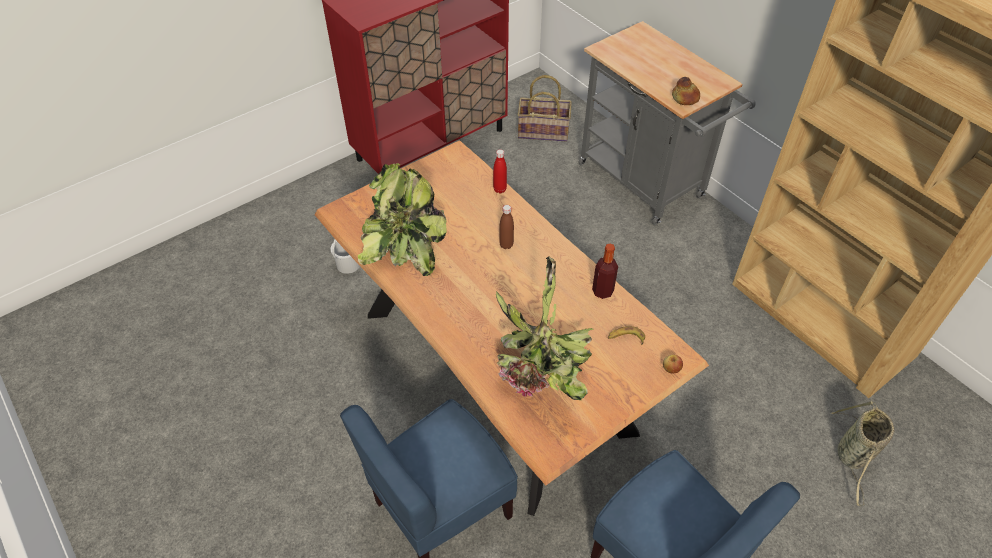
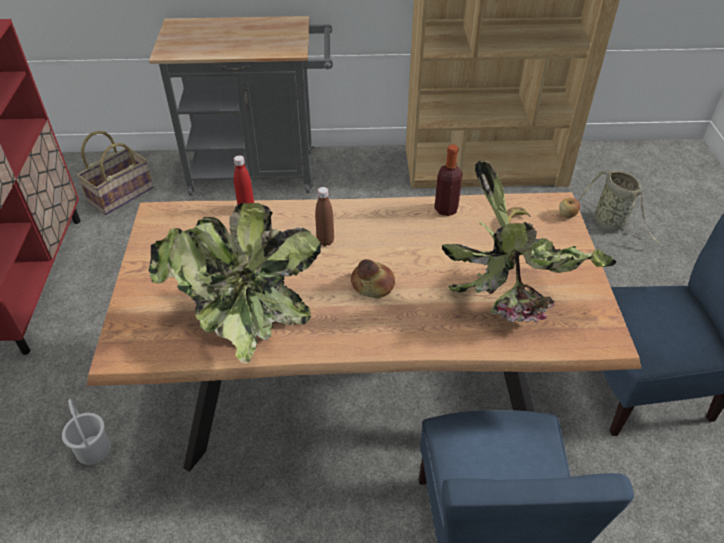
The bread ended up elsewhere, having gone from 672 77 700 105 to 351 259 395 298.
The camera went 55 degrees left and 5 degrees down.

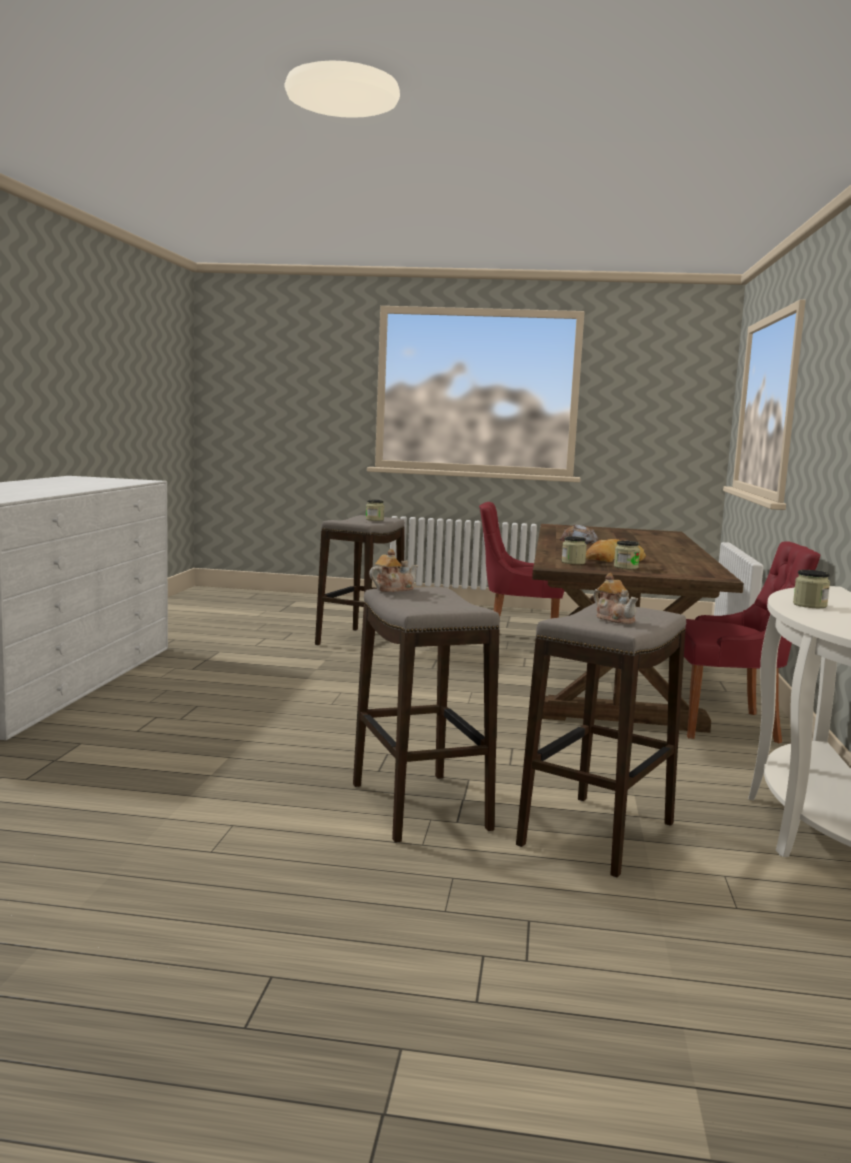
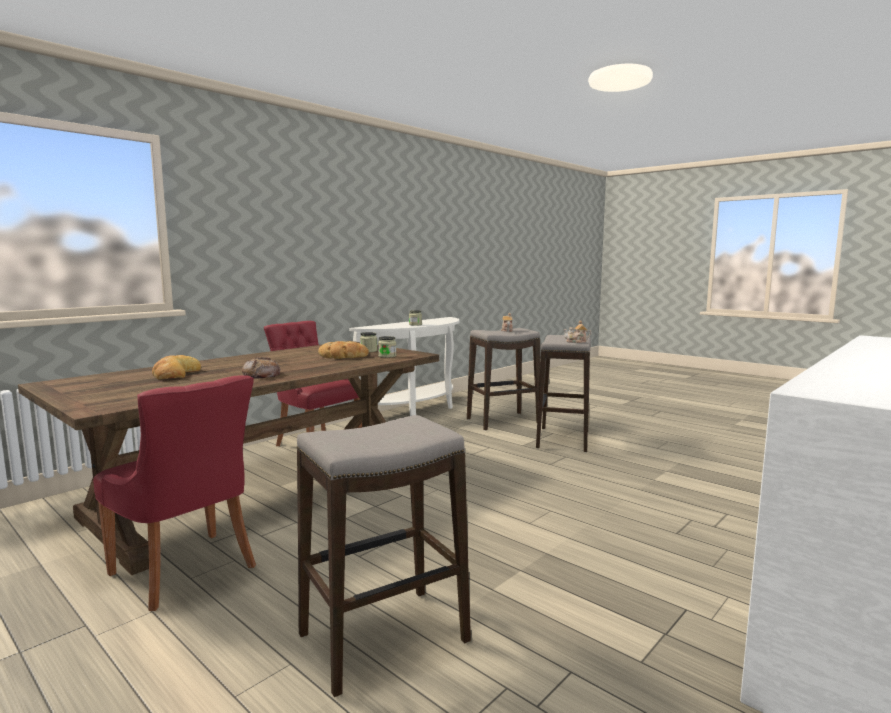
The second view lost the jar at 366 500 385 521.
The second view gained the bread at 152 355 201 380.
The camera went 145 degrees left and 0 degrees up.

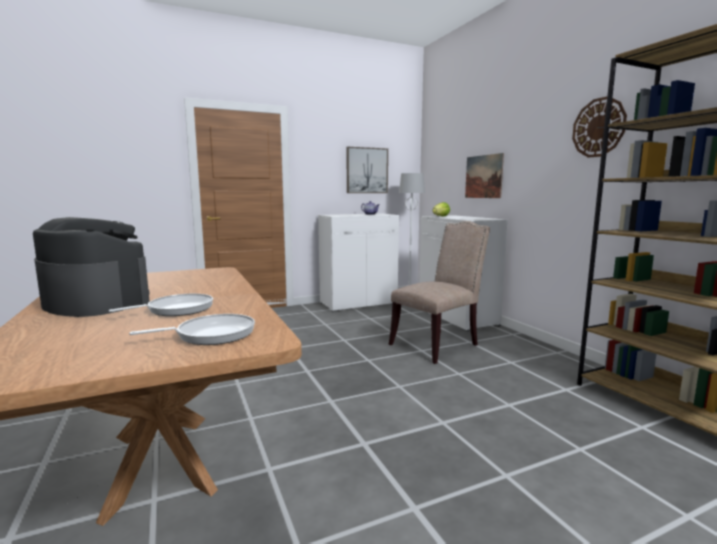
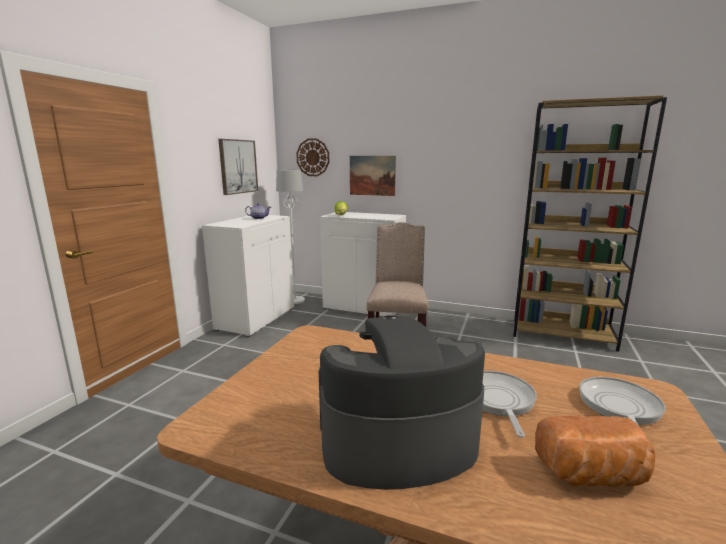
The second view gained the bread at 535 416 655 487.
The hanging clock ended up elsewhere, having gone from 572 97 627 158 to 296 138 329 176.
The camera went 45 degrees left and 5 degrees up.

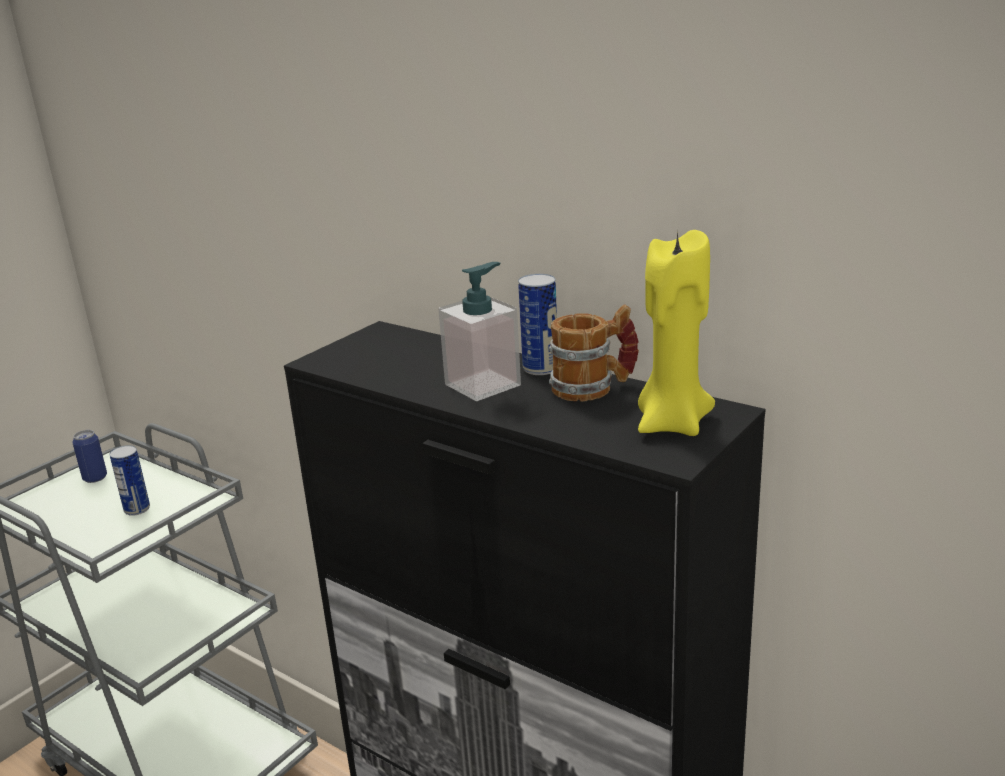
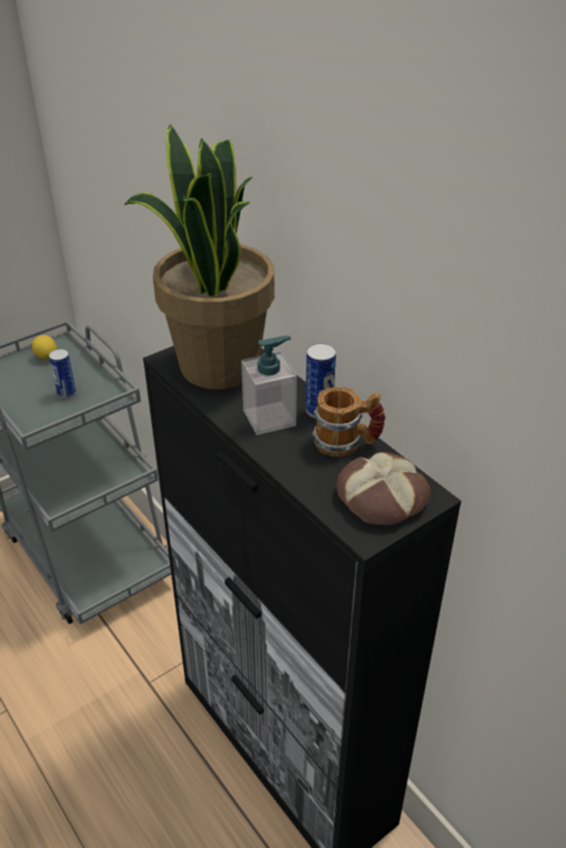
The second view gained the potted plant at 124 124 274 389.
Where the metal can stood at 72 430 107 483, the citrus fruit came to stand at 32 335 57 360.
Where the yellowish wax candle stood at 638 230 715 436, the bread came to stand at 337 452 431 525.
The camera went 15 degrees right and 15 degrees up.

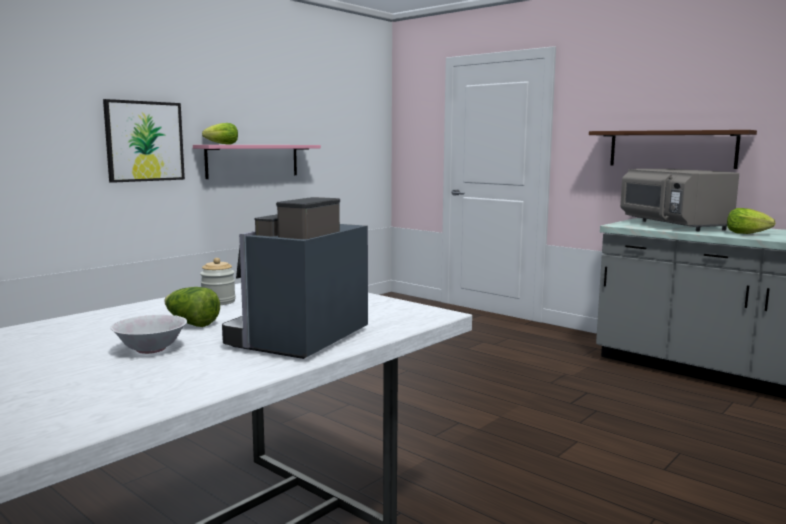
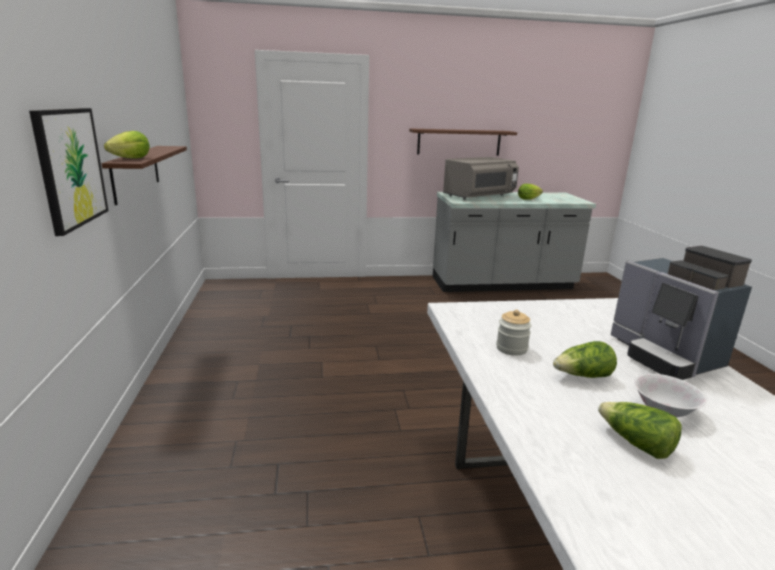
The second view gained the lettuce head at 598 402 682 459.
What was the pinkish shelf at 193 145 321 179 turned into the brown shelf at 102 146 187 205.
The greyish kitchen microwave at 620 169 739 231 ended up facing another way, 60 degrees counterclockwise from before.
The camera went 50 degrees left and 10 degrees up.

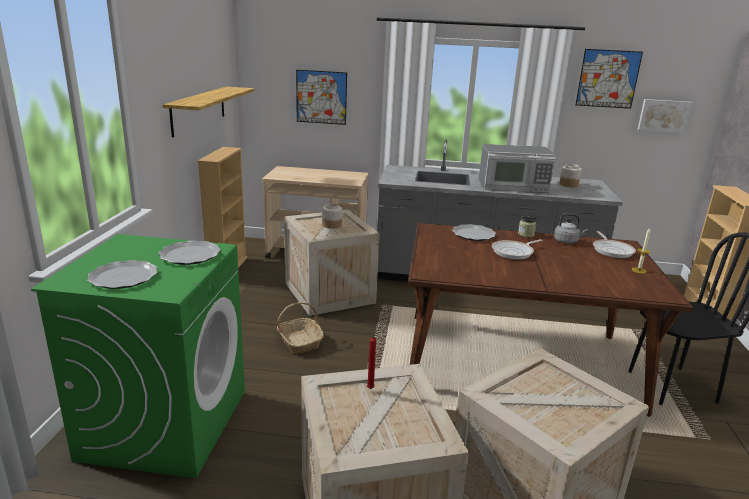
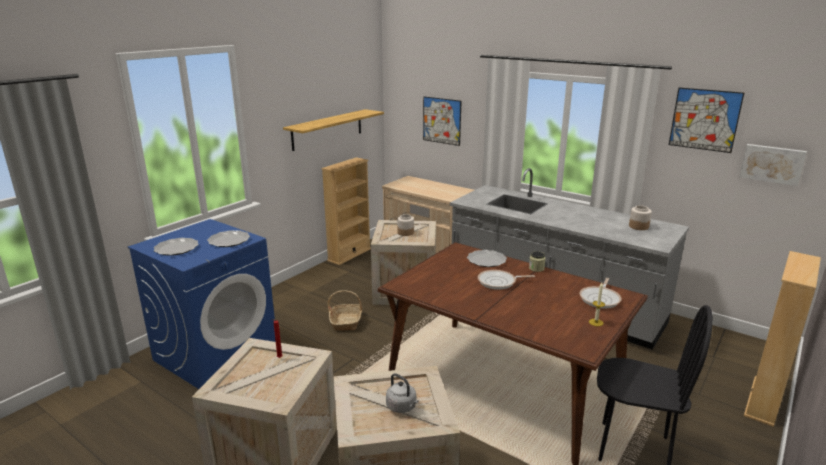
The second view lost the kitchen microwave at 479 144 556 193.
The greyish kettle ended up elsewhere, having gone from 554 214 588 244 to 386 373 419 413.
What was the green washing machine at 31 234 245 478 turned into the blue-coloured washing machine at 128 219 276 389.
The camera went 30 degrees right and 0 degrees up.

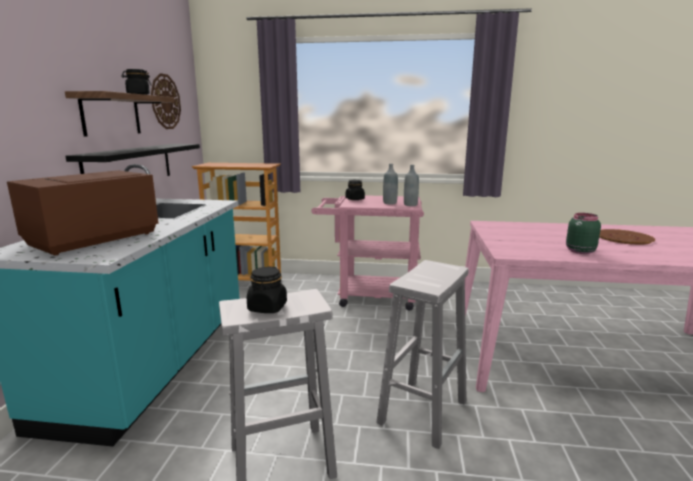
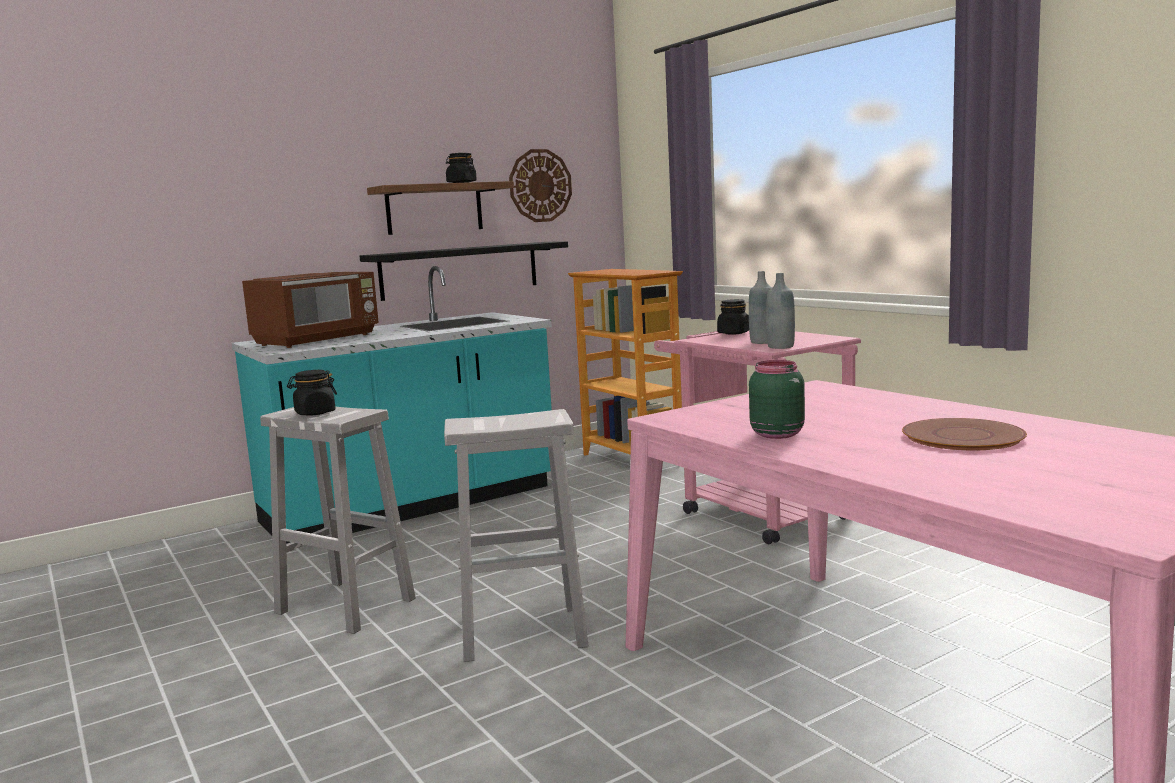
The brown kitchen microwave at 7 170 159 256 ended up facing another way, 135 degrees clockwise from before.
The camera went 50 degrees right and 5 degrees down.

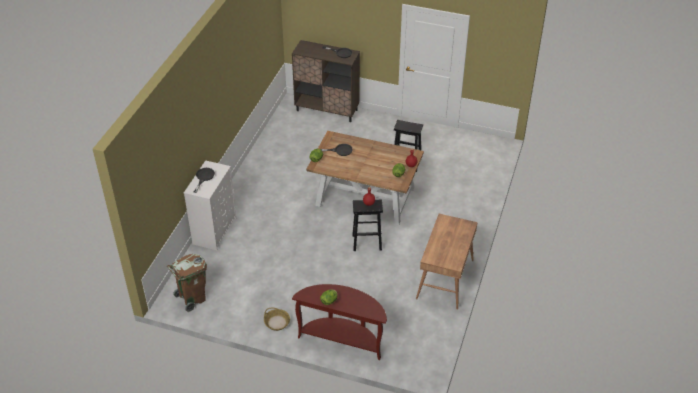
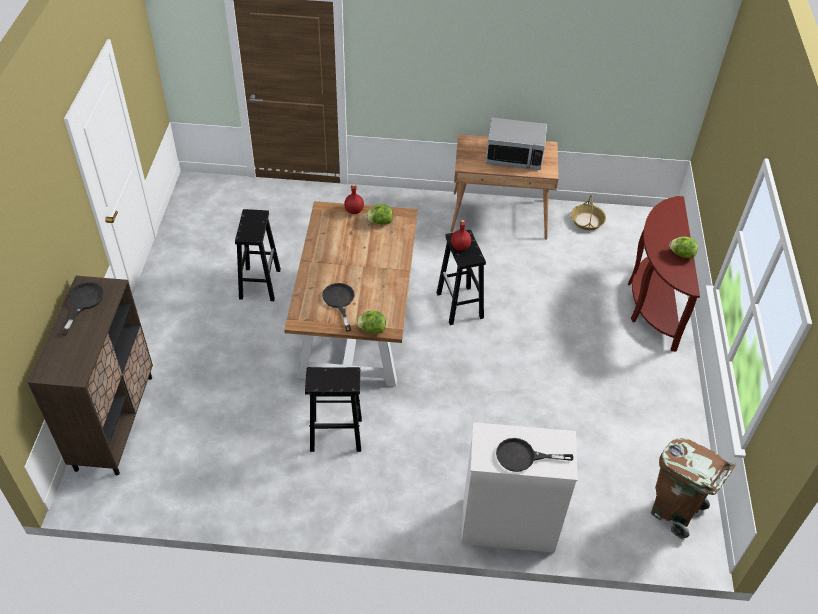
The second view gained the black stool seat at 305 367 362 452.
The second view gained the kitchen microwave at 486 118 547 170.
The basket ended up elsewhere, having gone from 264 307 290 331 to 571 195 606 230.
The camera went 105 degrees left and 5 degrees up.

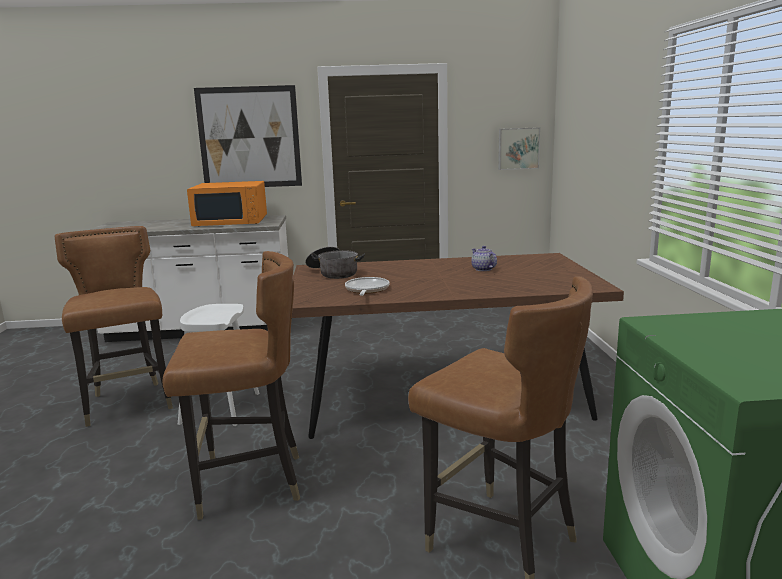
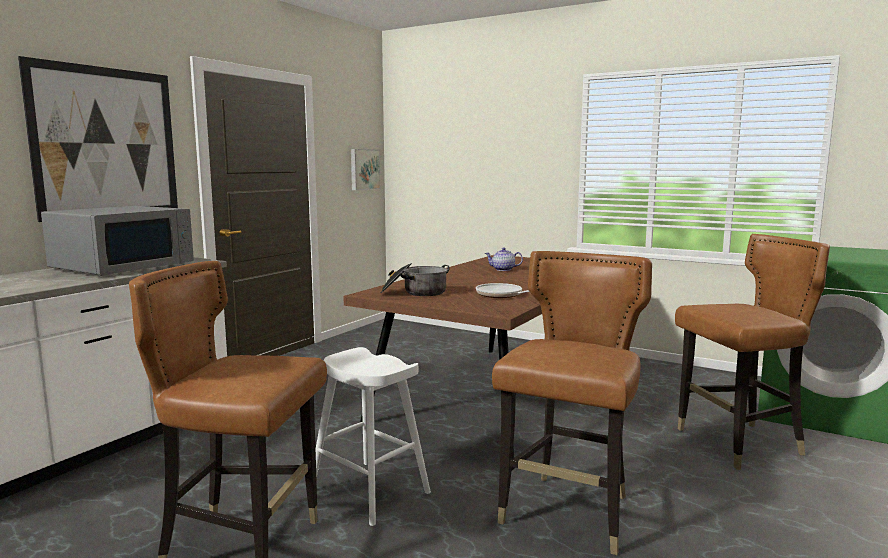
What was the orange-coloured kitchen microwave at 187 181 267 226 turned into the greyish kitchen microwave at 41 206 194 276.
The camera went 55 degrees left and 5 degrees down.

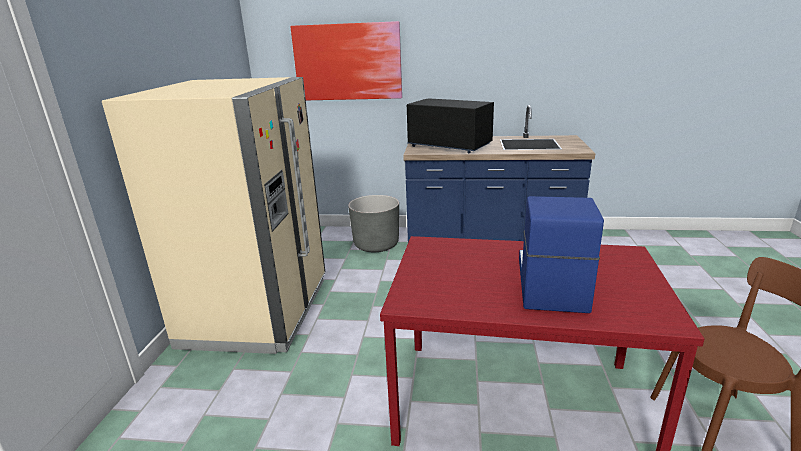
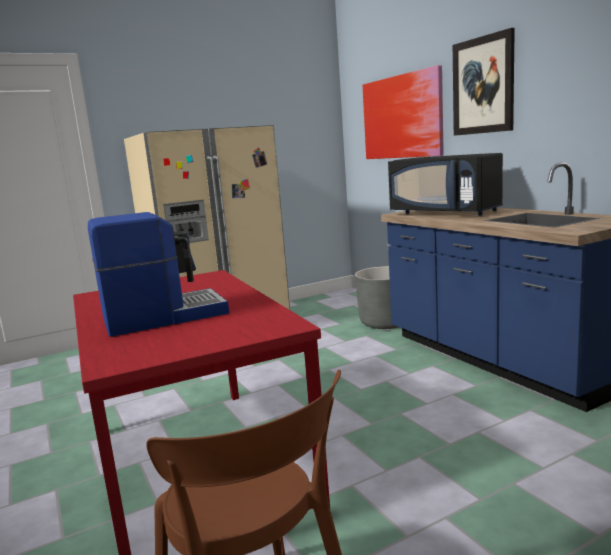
The second view gained the picture at 453 28 515 136.
The black kitchen microwave at 407 98 494 153 ended up facing another way, 135 degrees clockwise from before.
The camera went 55 degrees right and 10 degrees down.

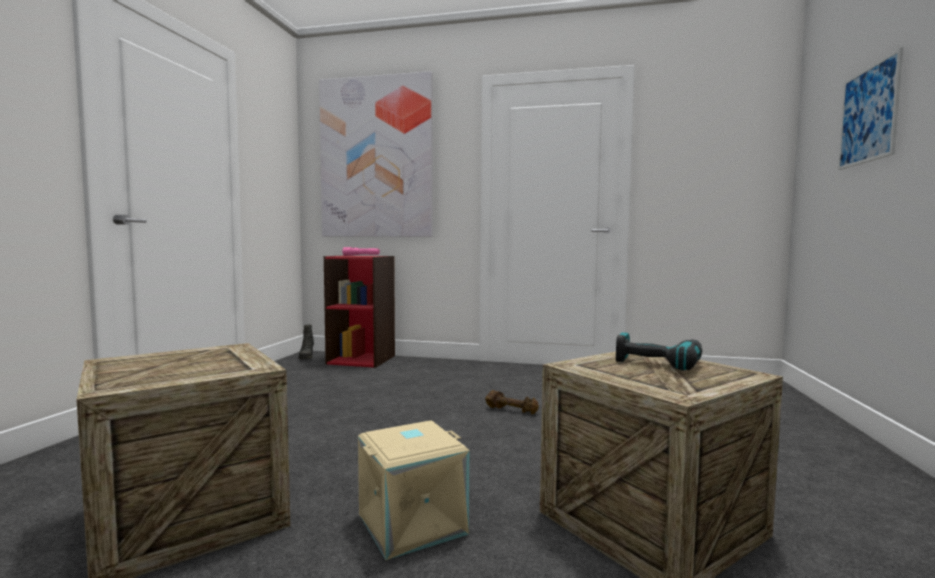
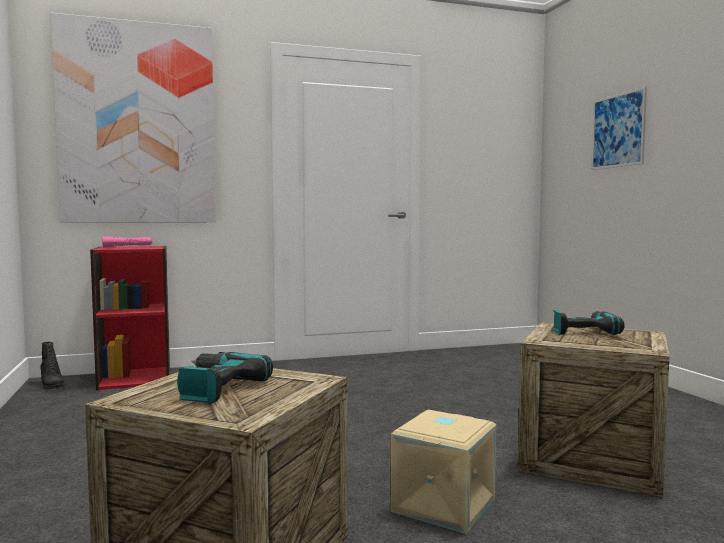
The second view lost the brown hand weight at 485 390 539 414.
The second view gained the drill at 177 352 273 404.
The camera went 30 degrees left and 0 degrees up.

